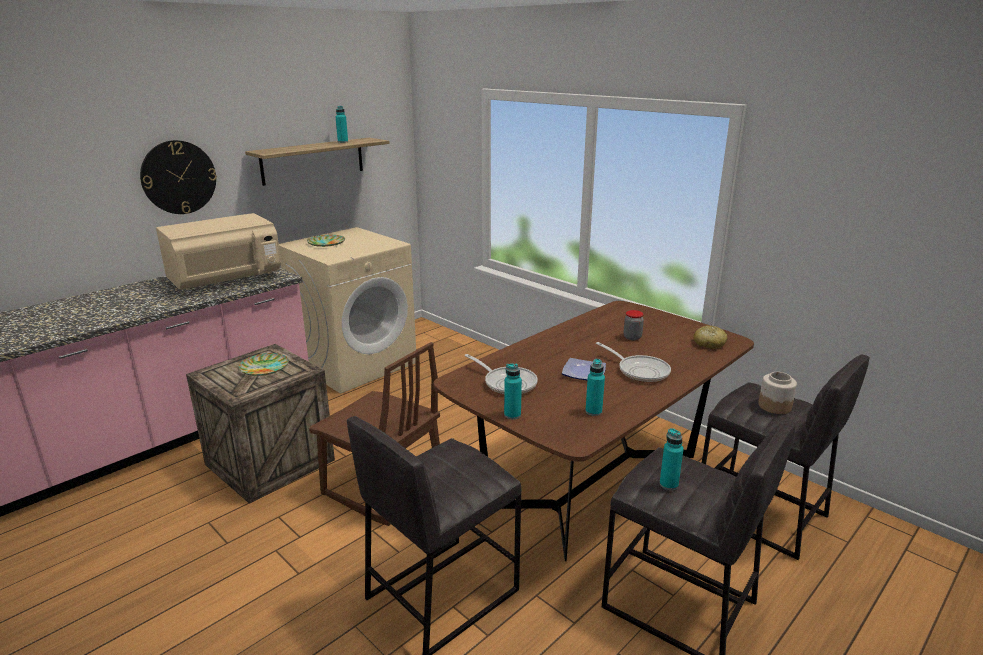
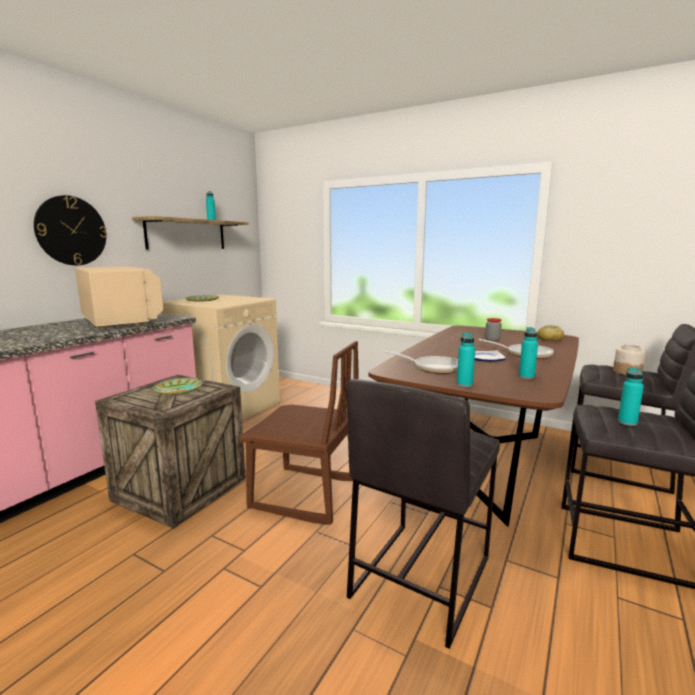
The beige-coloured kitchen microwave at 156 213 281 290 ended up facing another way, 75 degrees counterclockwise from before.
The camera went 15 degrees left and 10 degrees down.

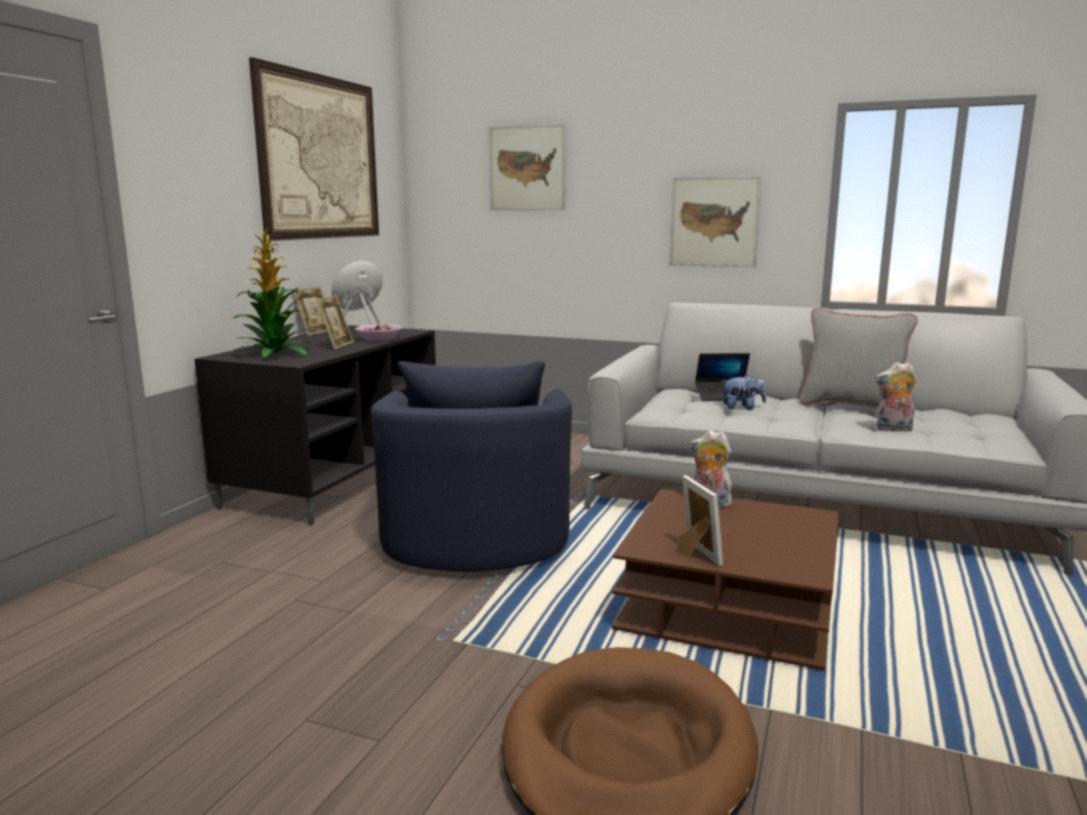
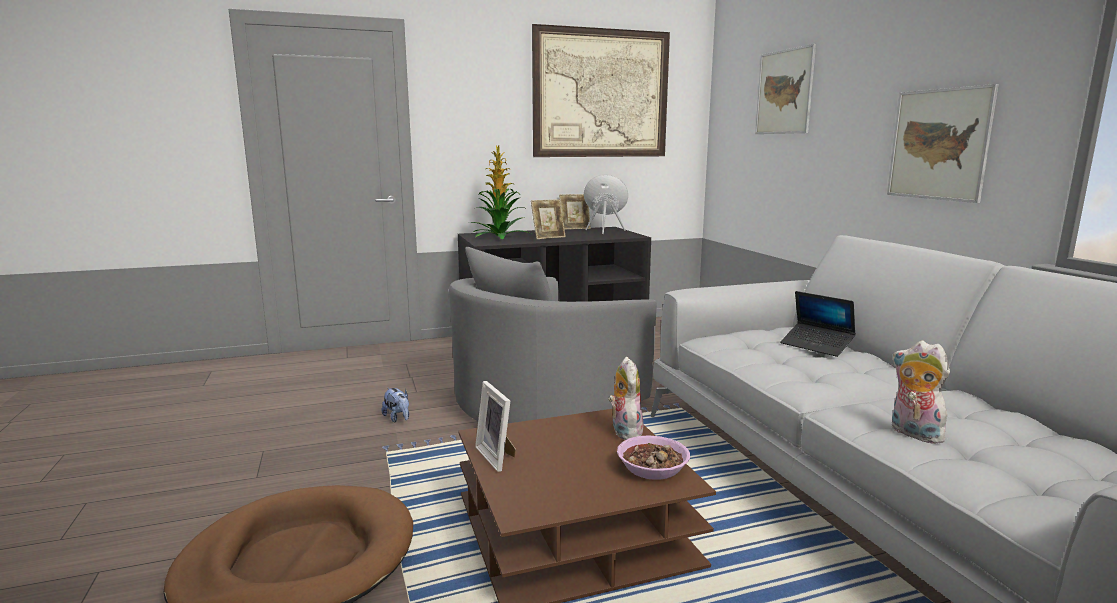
The second view lost the greyish throw pillow at 799 308 918 409.
The bowl ended up elsewhere, having gone from 355 324 402 341 to 617 435 690 480.
The soft toy ended up elsewhere, having gone from 722 374 766 410 to 382 388 409 423.
What was the blue-coloured easy chair at 371 361 572 572 turned into the greyish easy chair at 449 247 657 423.
The standing frame at 677 475 723 566 ended up facing another way, 120 degrees clockwise from before.
The camera went 50 degrees right and 0 degrees up.

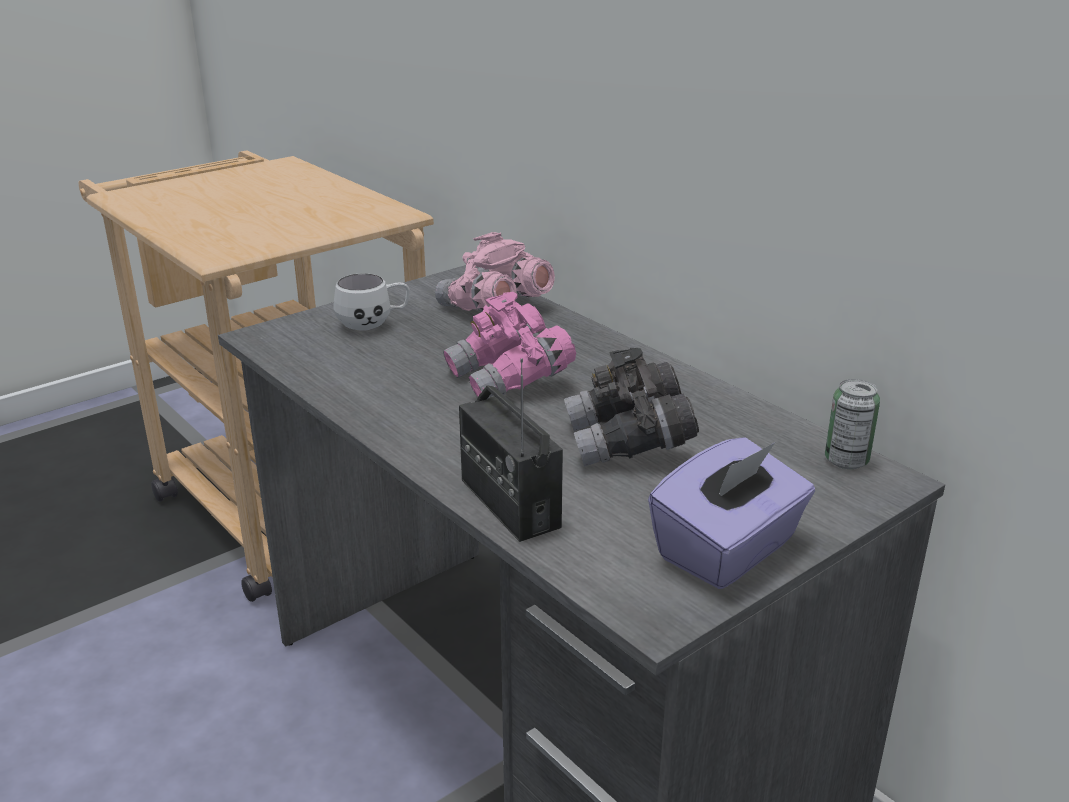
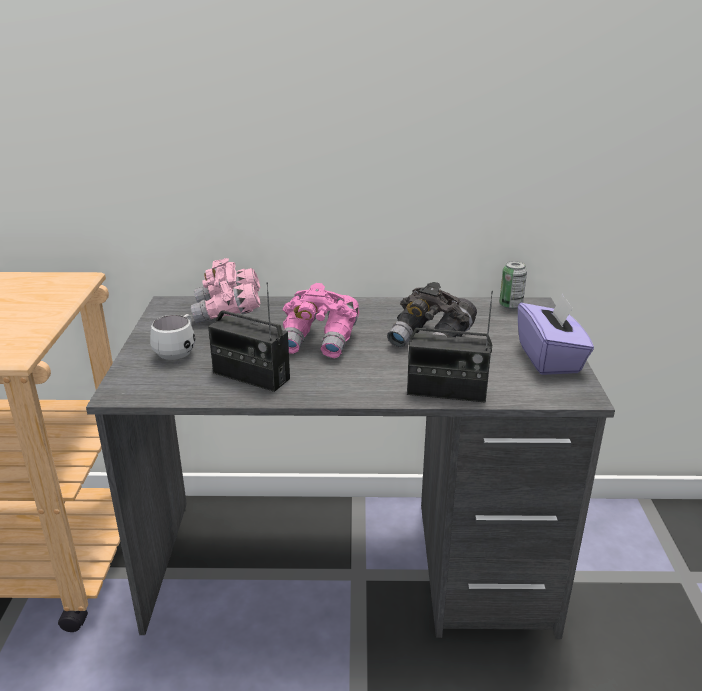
The second view gained the radio receiver at 208 282 290 392.
The camera went 50 degrees left and 0 degrees up.

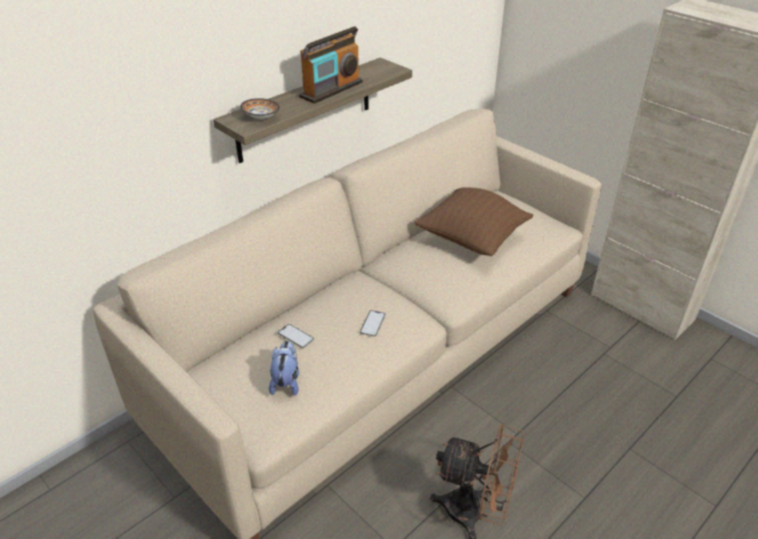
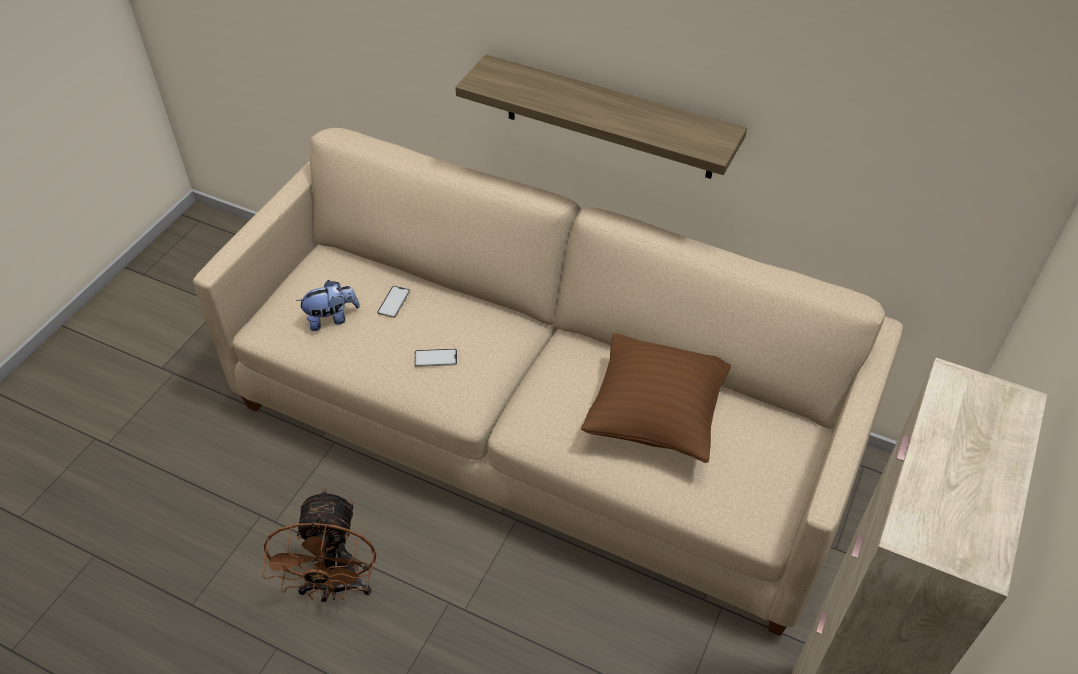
The second view lost the bowl at 240 98 280 119.
The second view lost the radio receiver at 299 26 363 104.
The camera went 70 degrees right and 10 degrees up.

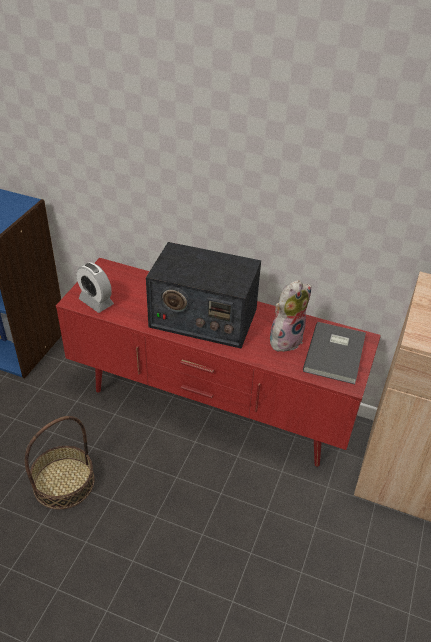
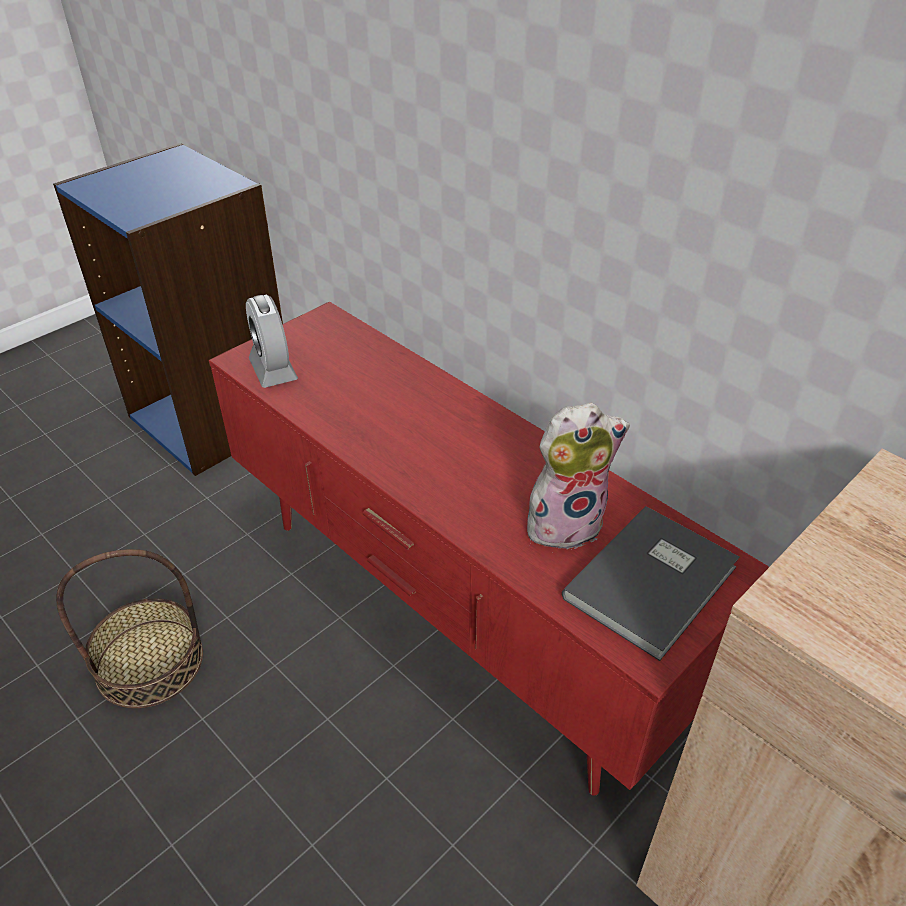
The second view lost the radio receiver at 146 242 261 348.
The camera went 25 degrees right and 0 degrees up.

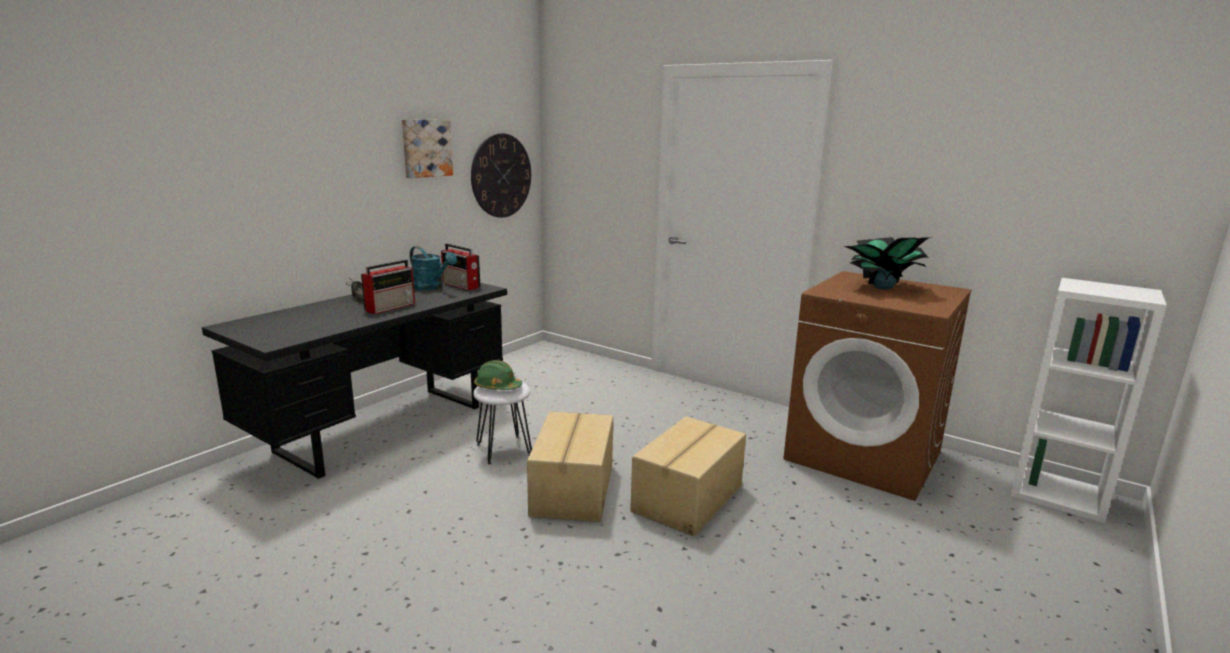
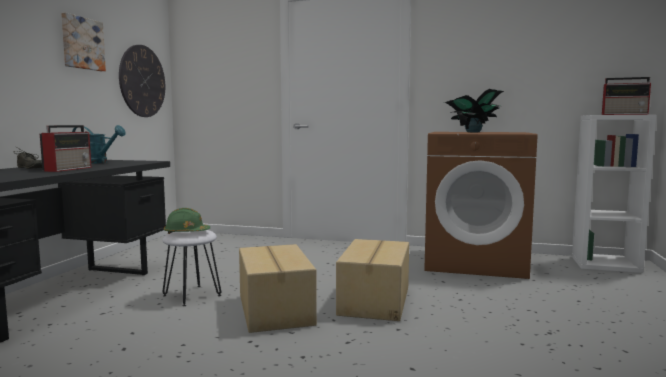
The radio receiver ended up elsewhere, having gone from 441 244 480 290 to 602 77 652 115.
The camera went 20 degrees left and 10 degrees down.

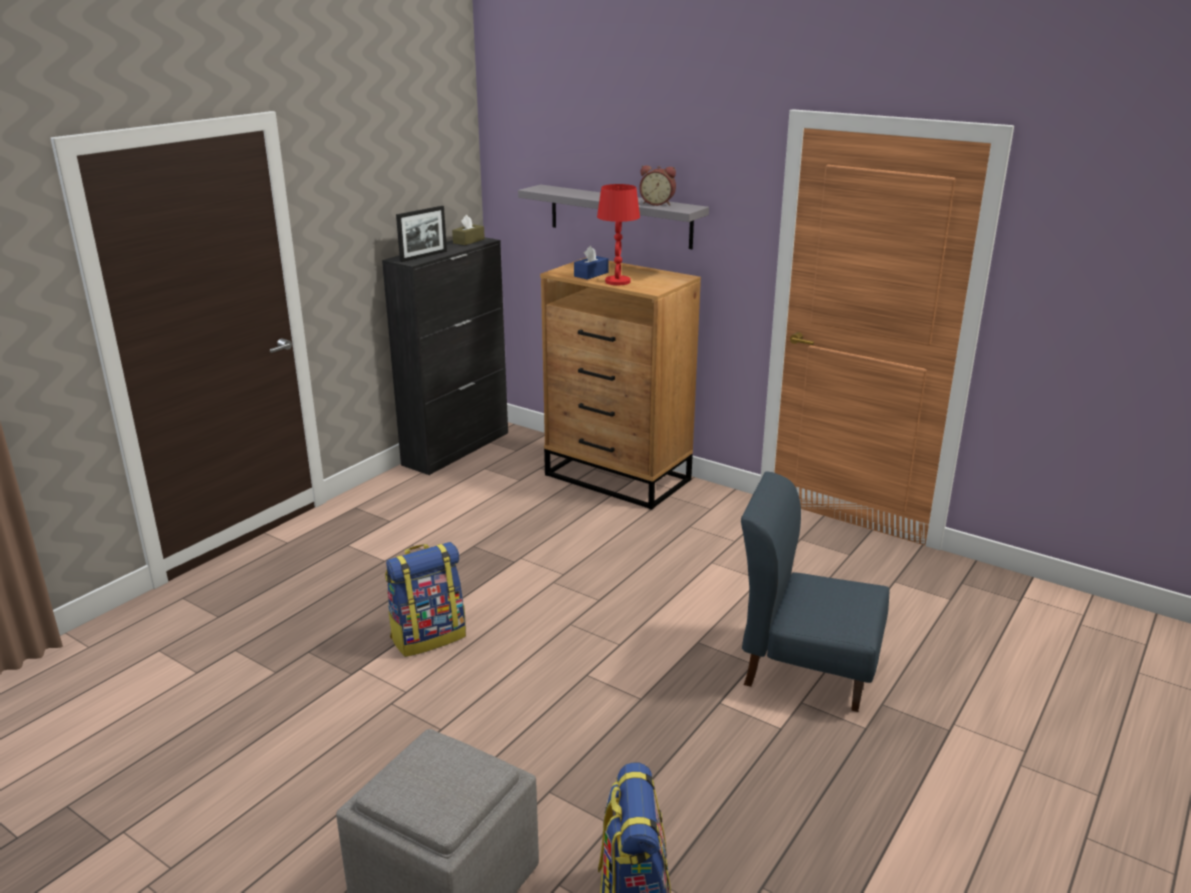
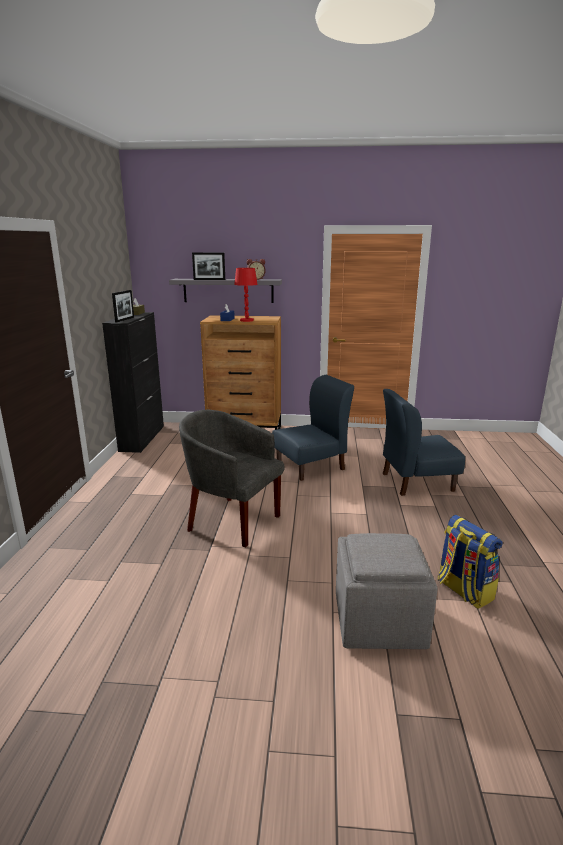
The second view gained the standing frame at 192 253 225 280.
The second view gained the blue-coloured plain chair at 272 375 354 481.
Where the knapsack stood at 385 542 466 657, the greyish easy chair came to stand at 179 409 285 547.
The camera went 30 degrees left and 5 degrees down.

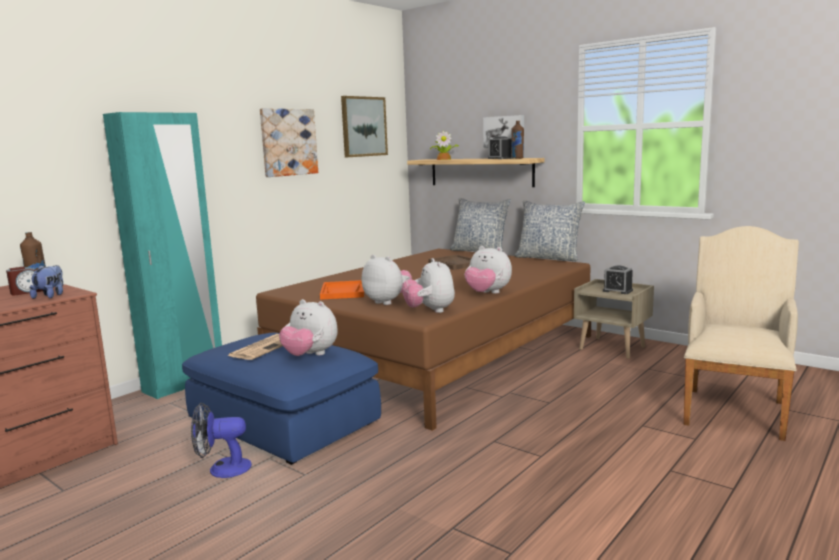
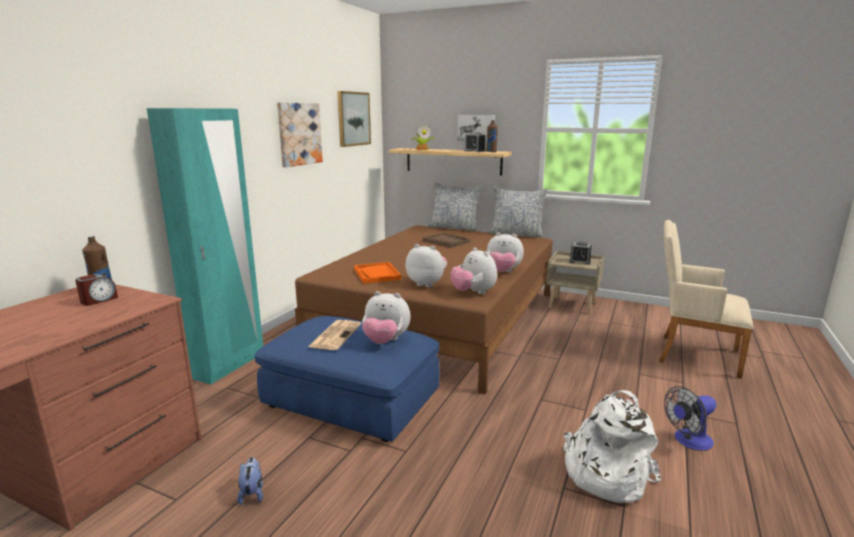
The second view gained the whitish knapsack at 563 390 661 503.
The soft toy ended up elsewhere, having gone from 30 265 63 299 to 237 457 263 505.
The fan ended up elsewhere, having gone from 191 403 252 478 to 664 386 717 451.
The beige-coloured easy chair at 684 226 799 441 ended up facing another way, 75 degrees counterclockwise from before.
The camera went 15 degrees left and 5 degrees up.

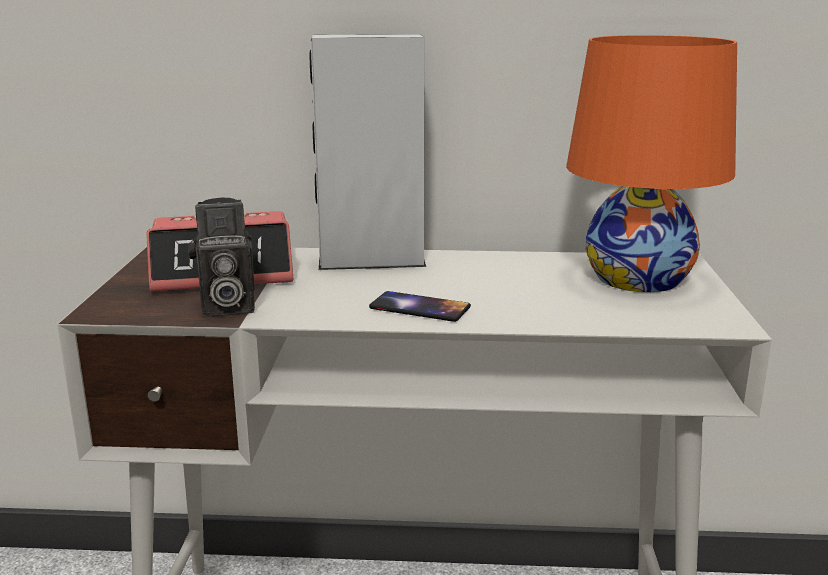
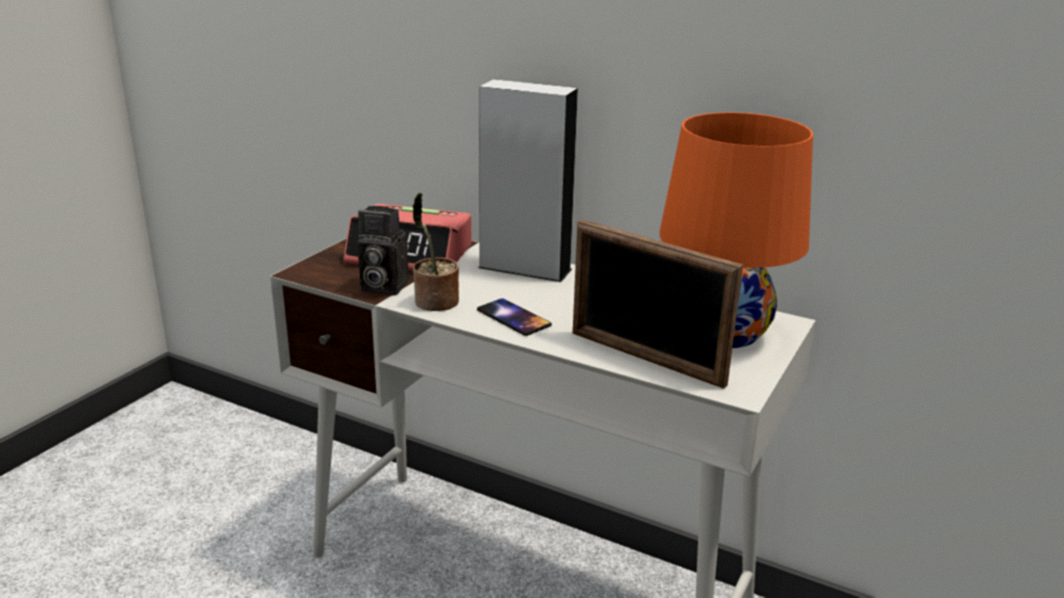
The second view gained the potted plant at 413 192 459 311.
The second view gained the standing frame at 573 219 743 389.
The camera went 25 degrees right and 5 degrees up.

